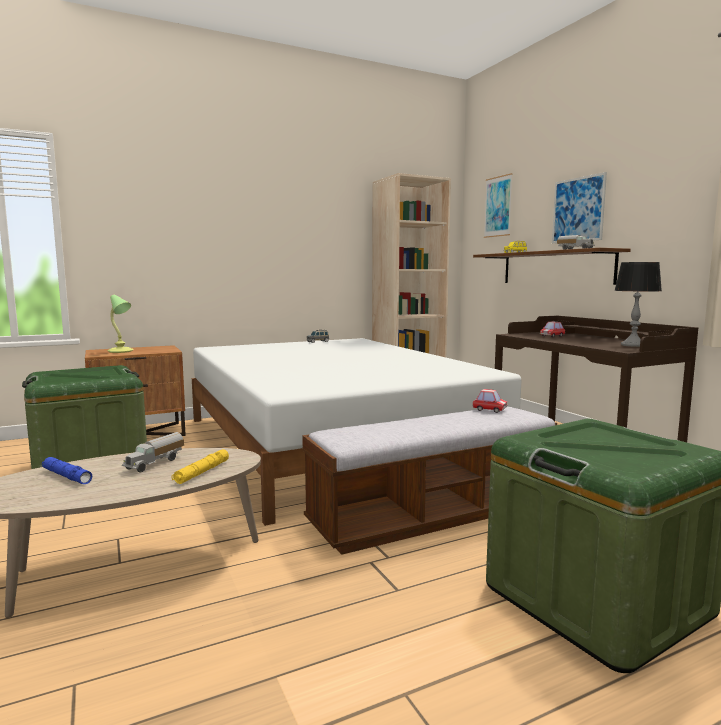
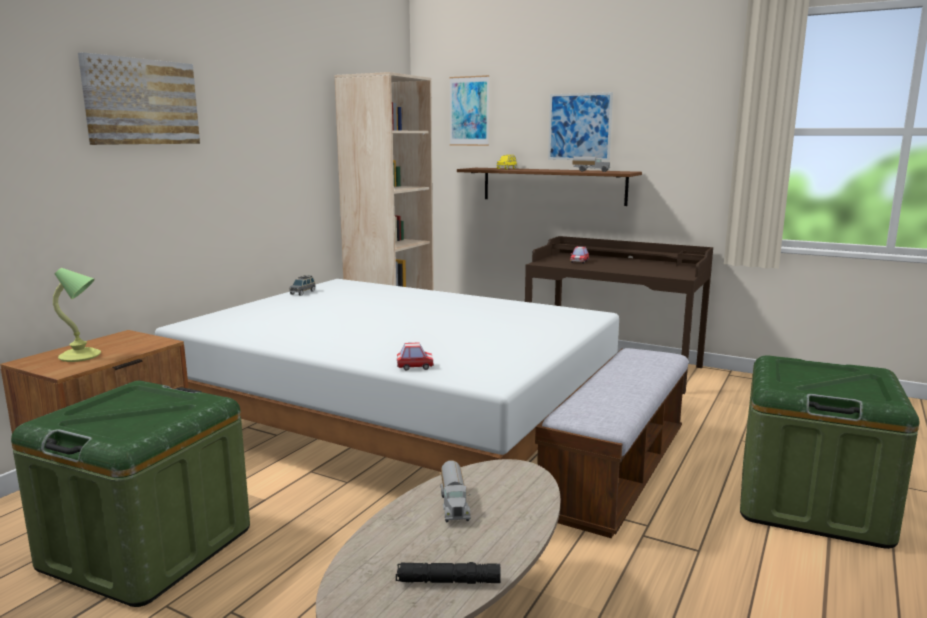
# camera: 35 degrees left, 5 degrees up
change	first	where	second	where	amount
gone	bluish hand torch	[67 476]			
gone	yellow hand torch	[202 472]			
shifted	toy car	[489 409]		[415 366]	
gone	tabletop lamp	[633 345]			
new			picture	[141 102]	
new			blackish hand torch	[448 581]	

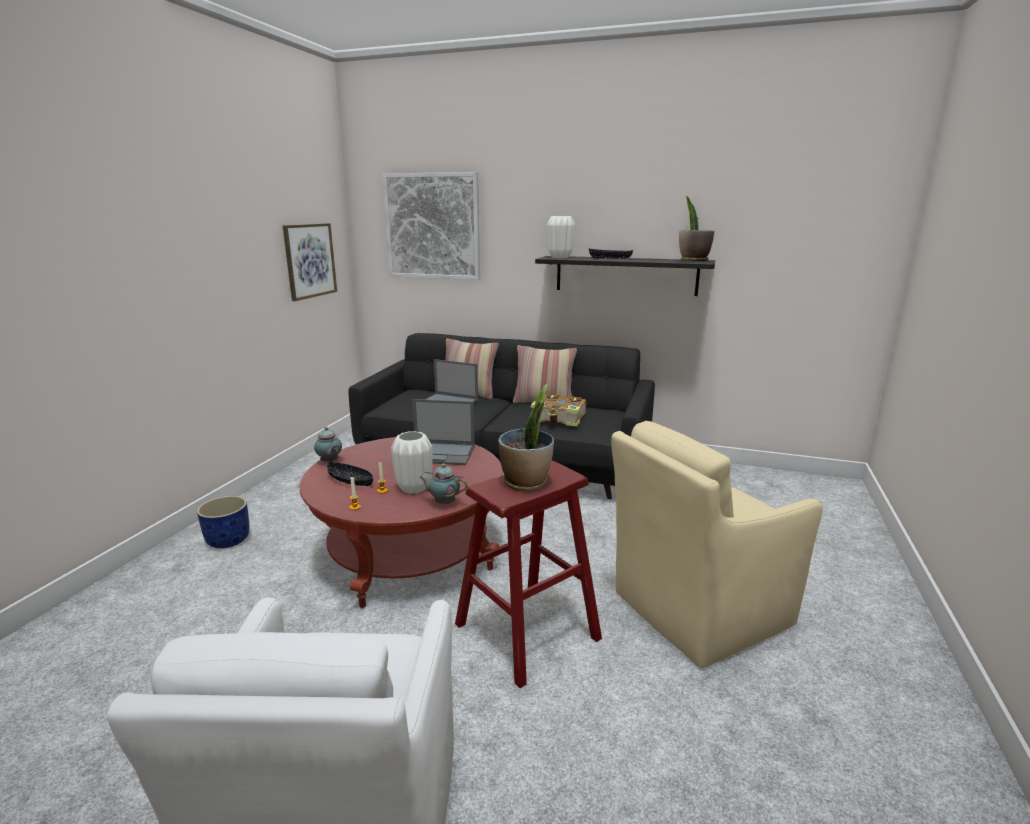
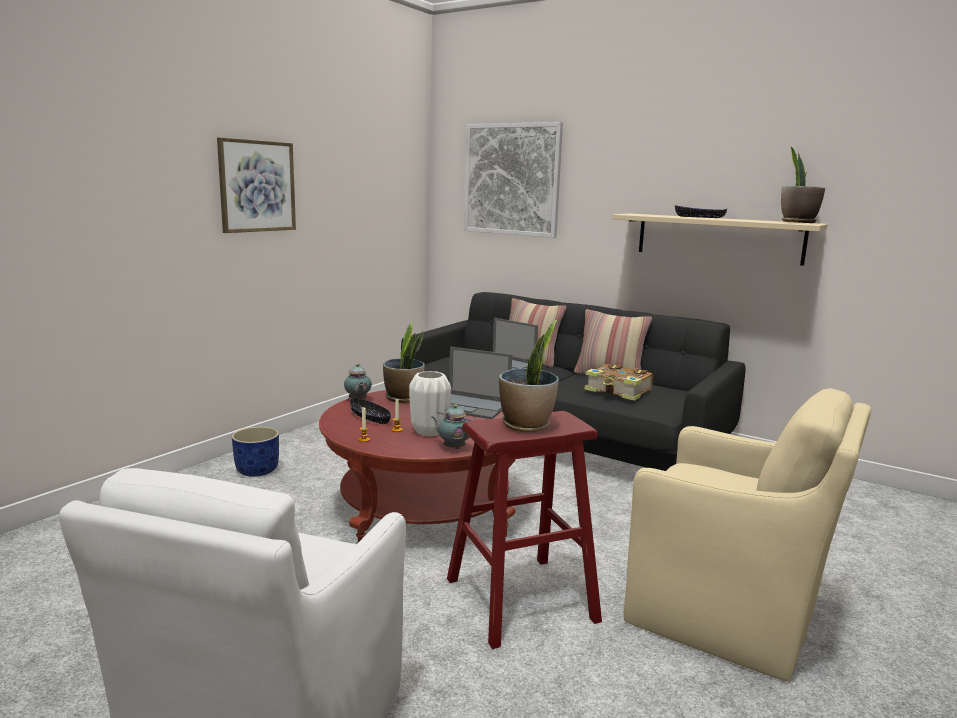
# camera: 15 degrees right, 5 degrees down
change	first	where	second	where	amount
shifted	picture	[310 260]		[257 186]	
repainted	blackish bracket shelf	[626 275]	sand-coloured bracket shelf	[718 238]	
gone	white flower vase	[559 257]			
rotated	sand-coloured armchair	[696 610]		[728 616]	135 degrees counterclockwise
new			potted plant	[403 398]	

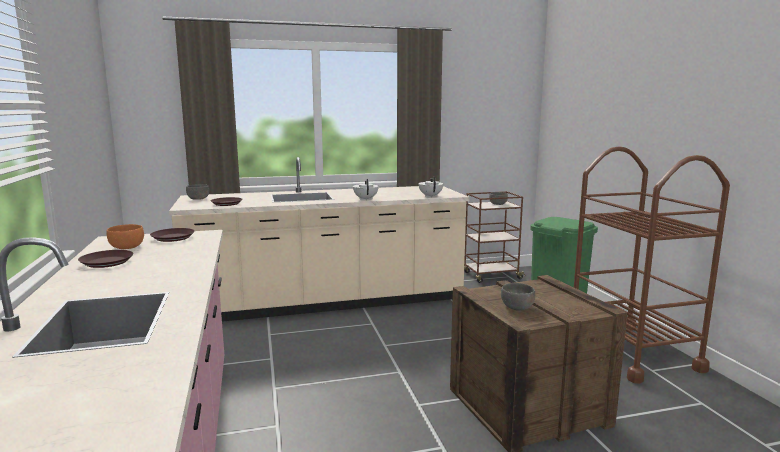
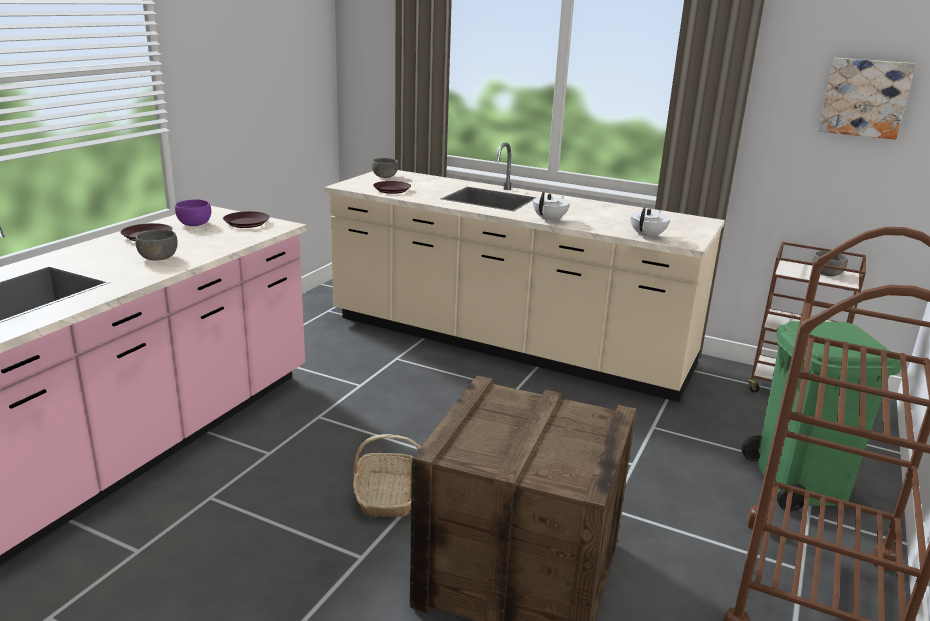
# camera: 40 degrees right, 10 degrees up
change	first	where	second	where	amount
repainted	orange deep dish	[127 247]	purplish deep dish	[195 224]	
shifted	grey deep dish	[517 307]		[158 258]	
new			storage basket	[388 495]	
new			picture	[865 98]	

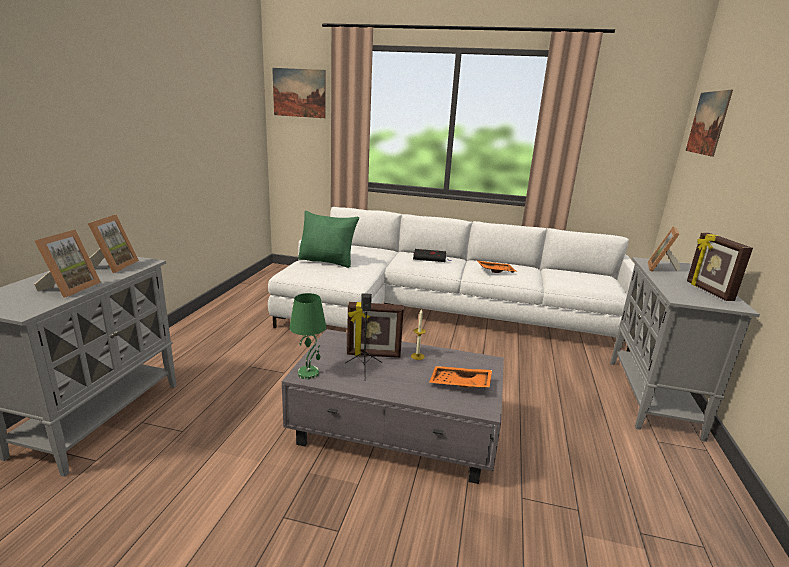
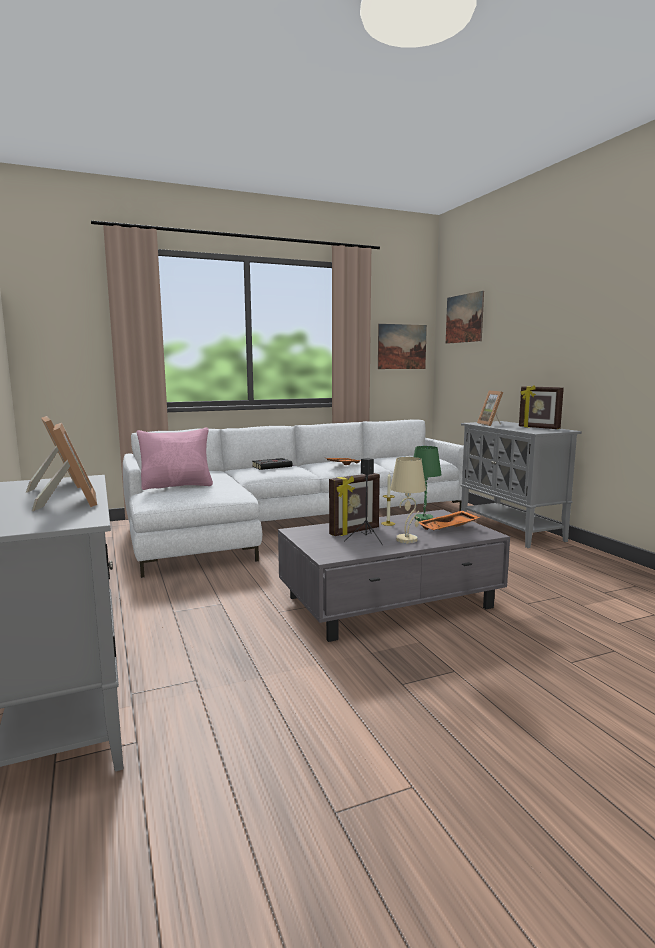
# camera: 35 degrees left, 10 degrees down
change	first	where	second	where	amount
shifted	picture	[299 93]		[402 346]	
shifted	greenish tabletop lamp	[309 373]		[423 518]	
repainted	greenish pillow	[327 261]	pink pillow	[177 486]	
new			sand-coloured tabletop lamp	[407 539]	

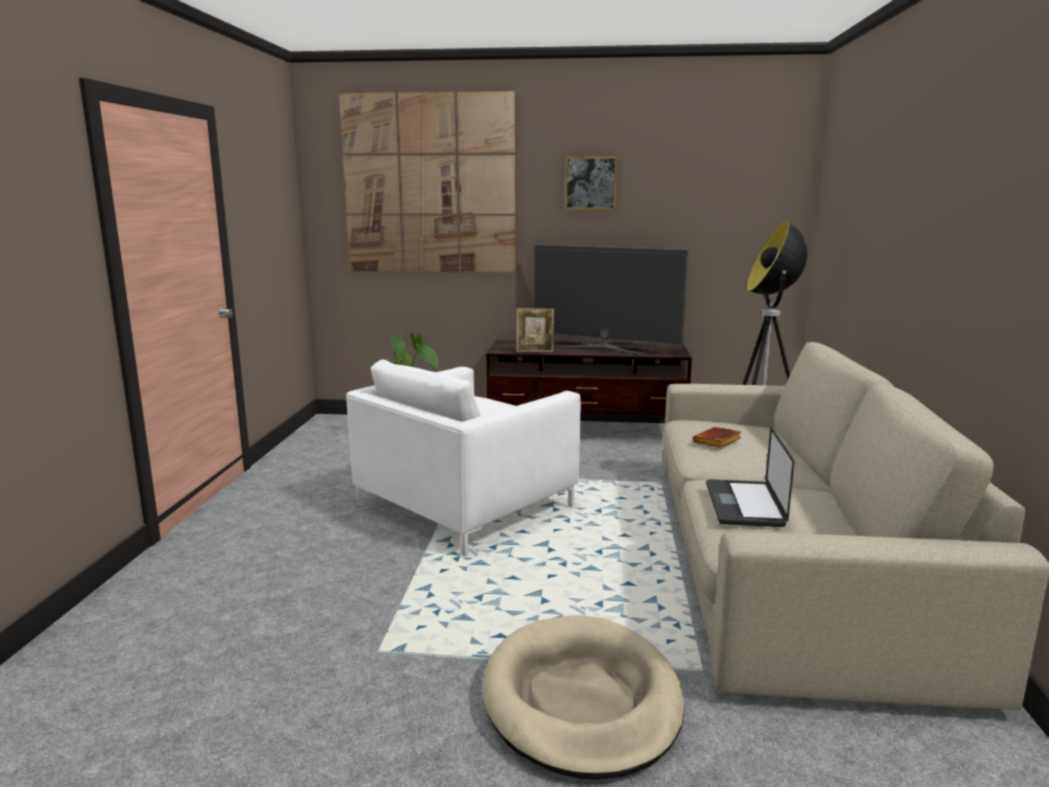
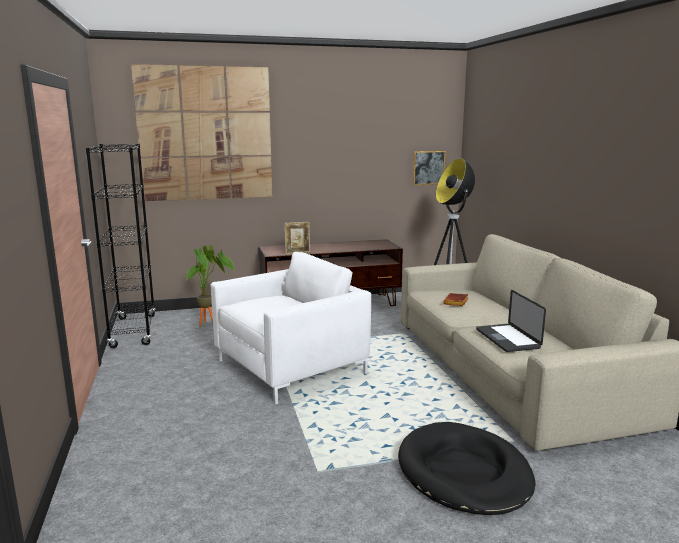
# camera: 20 degrees left, 0 degrees up
change	first	where	second	where	amount
rotated	white armchair	[464 505]		[291 367]	150 degrees counterclockwise
repainted	sand-coloured dog cushion	[581 701]	blackish dog cushion	[464 472]	
gone	TV set	[604 348]			
shifted	picture	[590 183]		[428 167]	
new			blackish shelving unit	[133 331]	

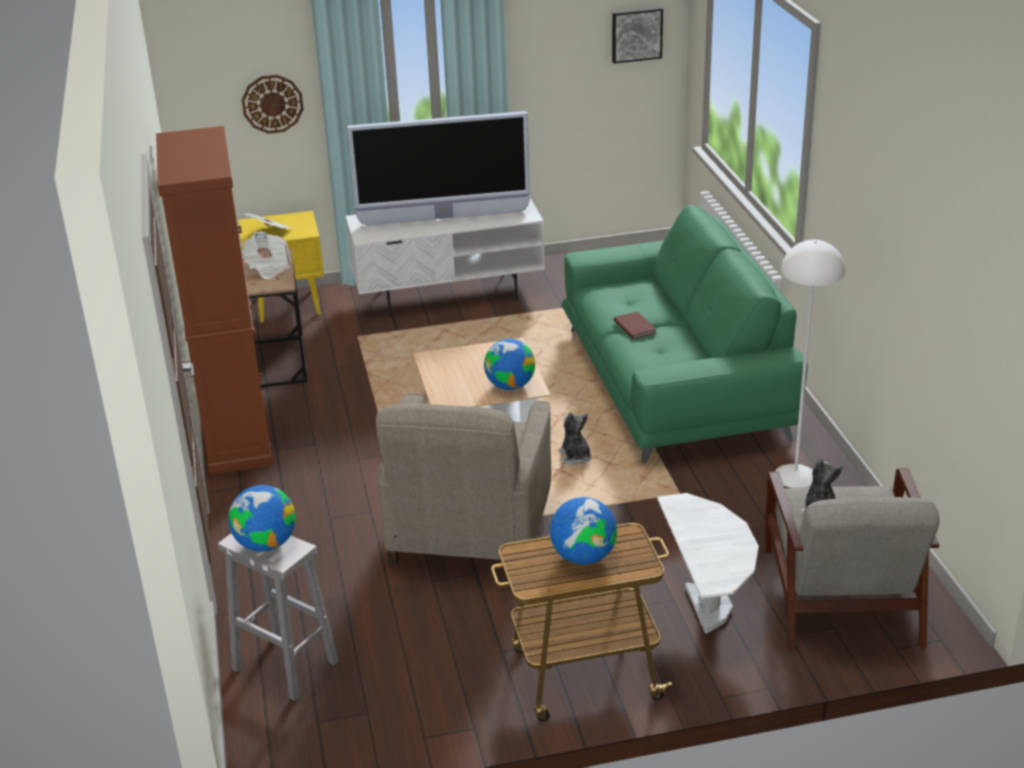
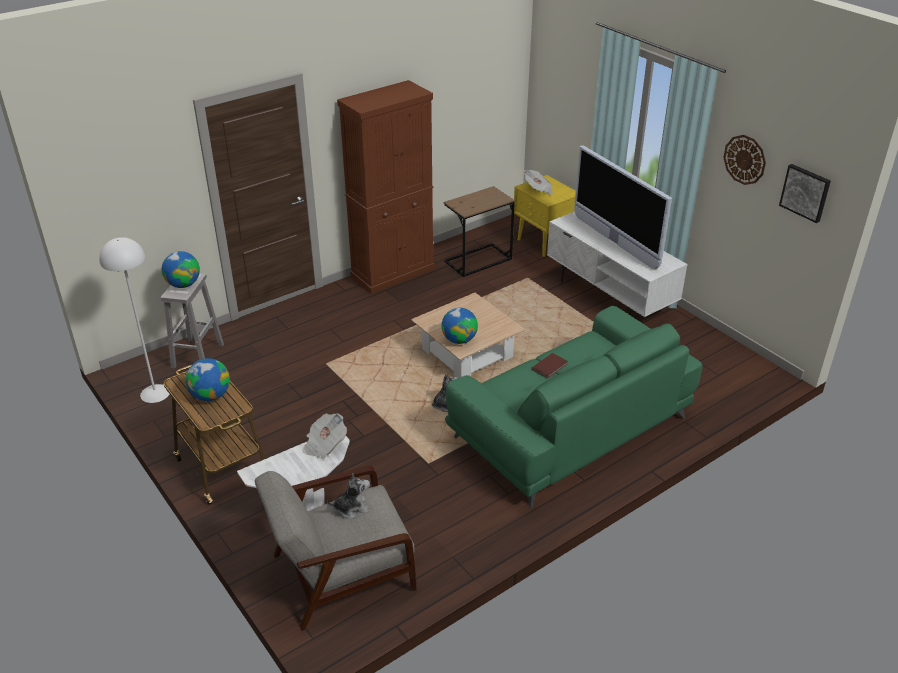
# camera: 65 degrees right, 5 degrees up
change	first	where	second	where	amount
shifted	clock on the wall	[272 103]		[745 159]	
shifted	daily paper	[268 267]		[324 445]	
gone	sand-coloured armchair	[469 532]			
shifted	white floor lamp	[795 476]		[155 393]	

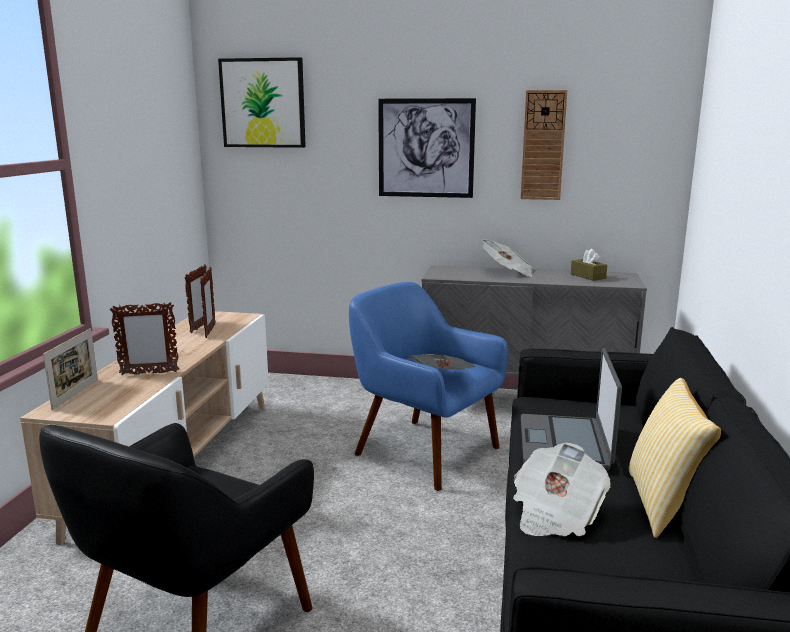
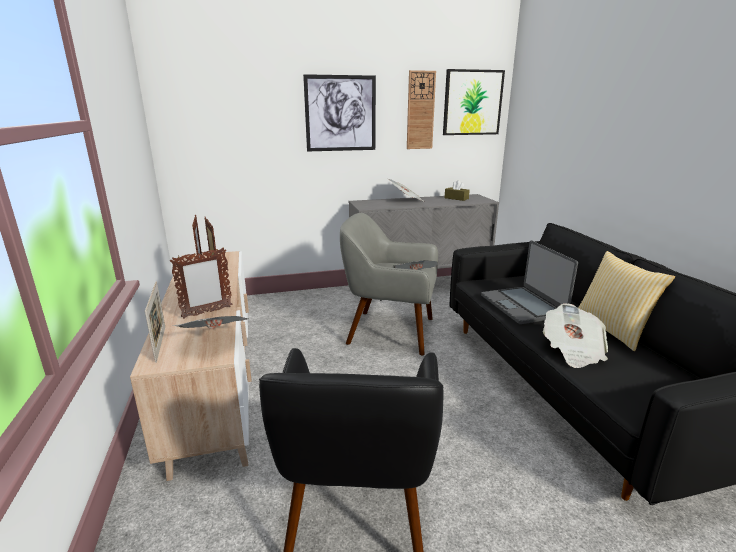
# camera: 25 degrees left, 5 degrees up
change	first	where	second	where	amount
shifted	picture	[263 103]		[472 103]	
repainted	bluish armchair	[424 451]	grey armchair	[389 331]	
new			daily paper	[215 339]	

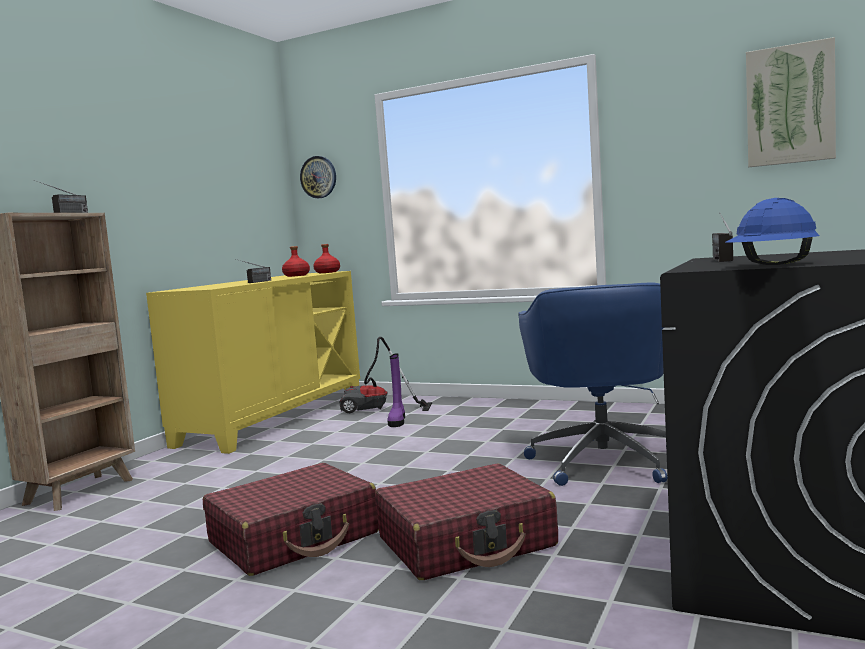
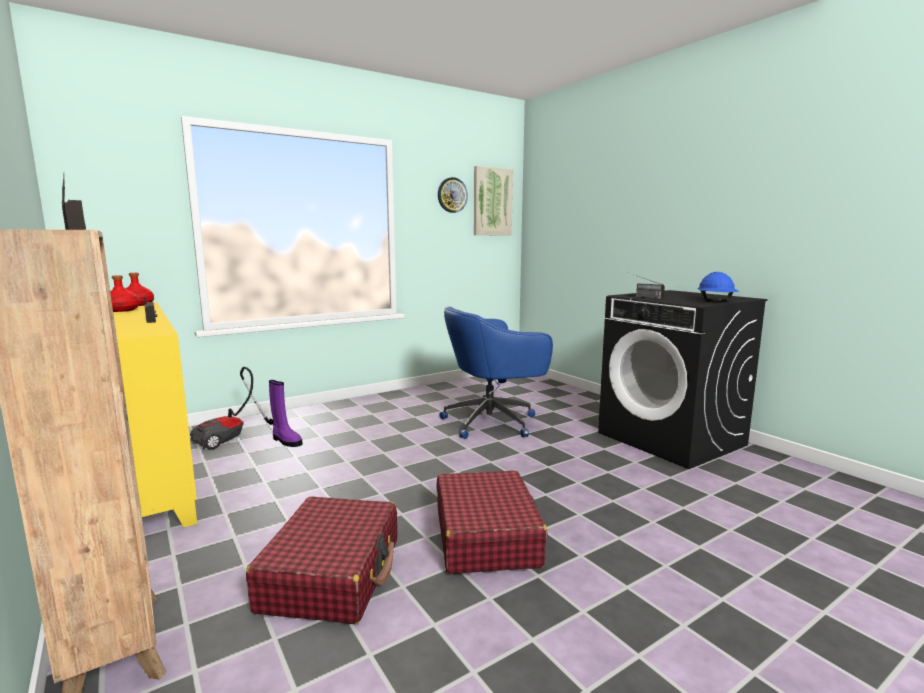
# camera: 60 degrees left, 5 degrees up
change	first	where	second	where	amount
shifted	clock on the wall	[318 177]		[452 195]	
shifted	red-coloured piece of luggage	[467 542]		[332 574]	
rotated	bluish computer chair	[602 460]		[492 422]	120 degrees clockwise

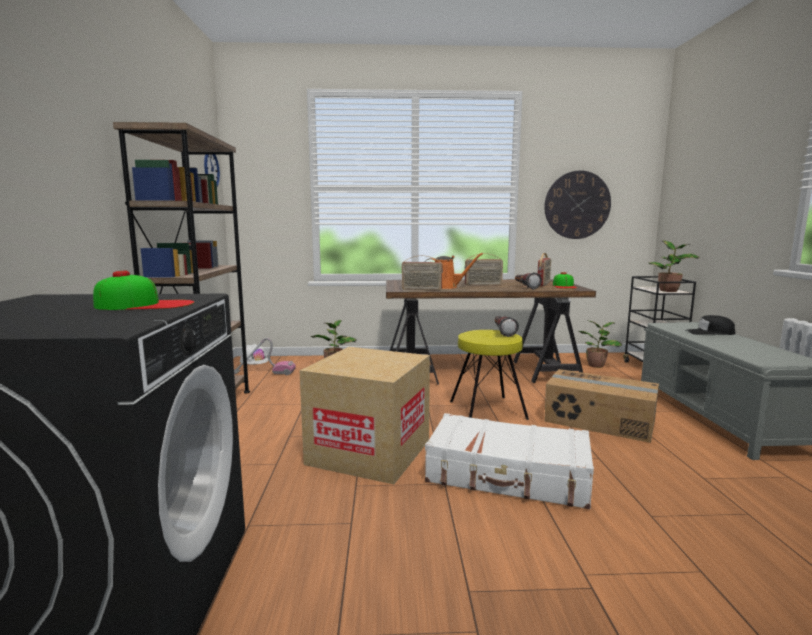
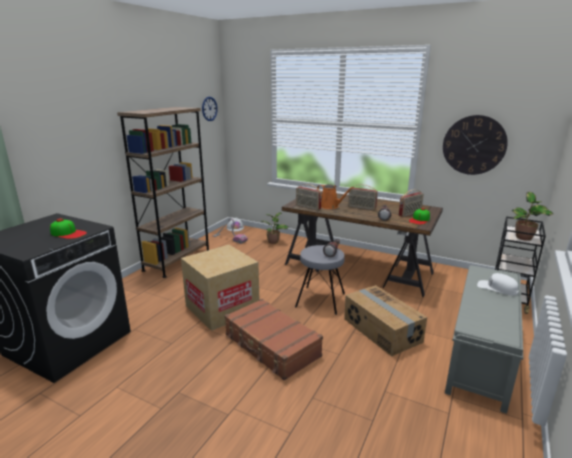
# camera: 30 degrees right, 10 degrees up
change	first	where	second	where	amount
repainted	white piece of luggage	[508 475]	brownish piece of luggage	[271 346]	
repainted	yellow stool	[487 410]	grey stool	[320 300]	
gone	potted plant	[597 365]			
repainted	blackish baseball cap	[710 333]	white baseball cap	[497 288]	

